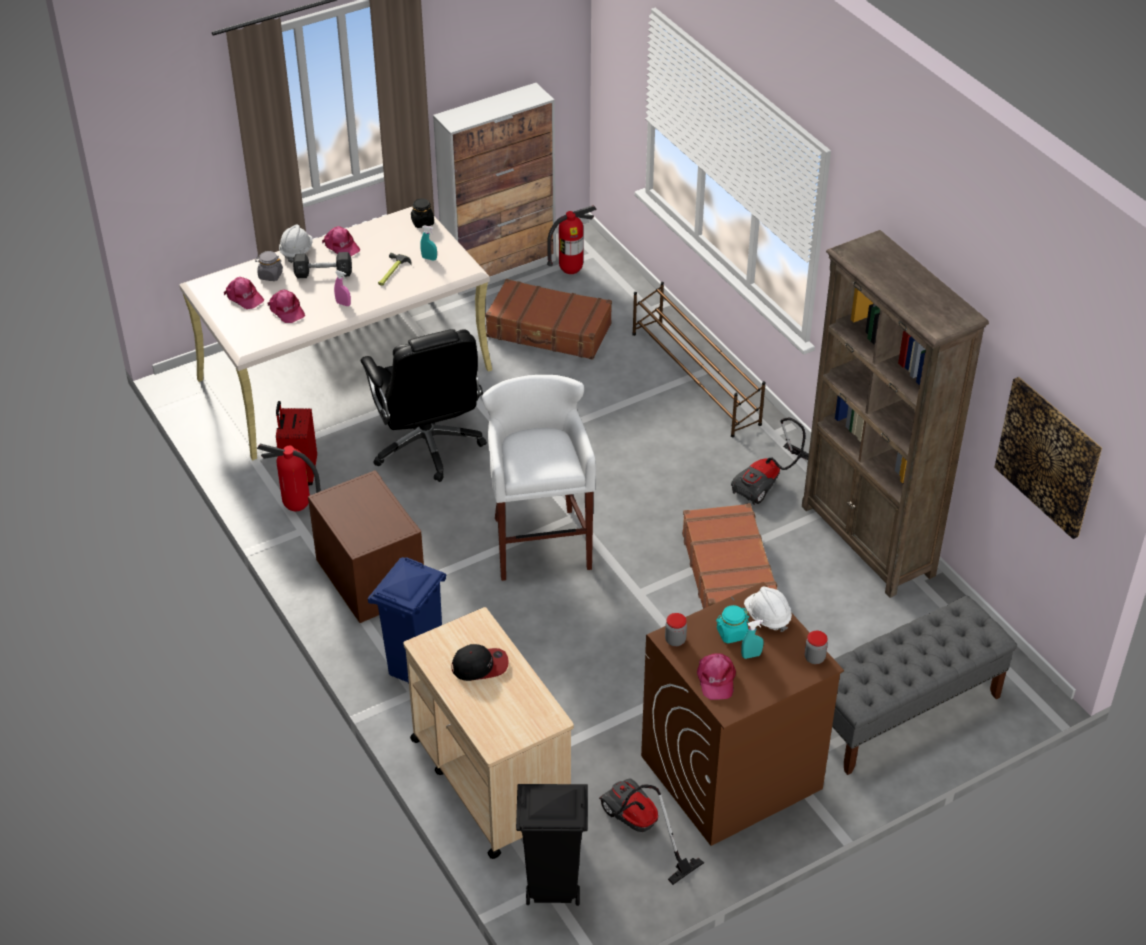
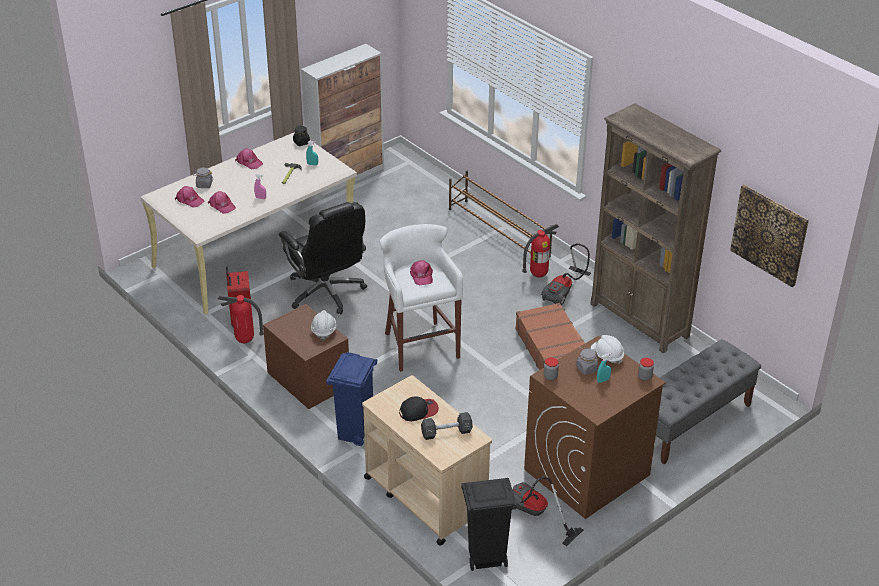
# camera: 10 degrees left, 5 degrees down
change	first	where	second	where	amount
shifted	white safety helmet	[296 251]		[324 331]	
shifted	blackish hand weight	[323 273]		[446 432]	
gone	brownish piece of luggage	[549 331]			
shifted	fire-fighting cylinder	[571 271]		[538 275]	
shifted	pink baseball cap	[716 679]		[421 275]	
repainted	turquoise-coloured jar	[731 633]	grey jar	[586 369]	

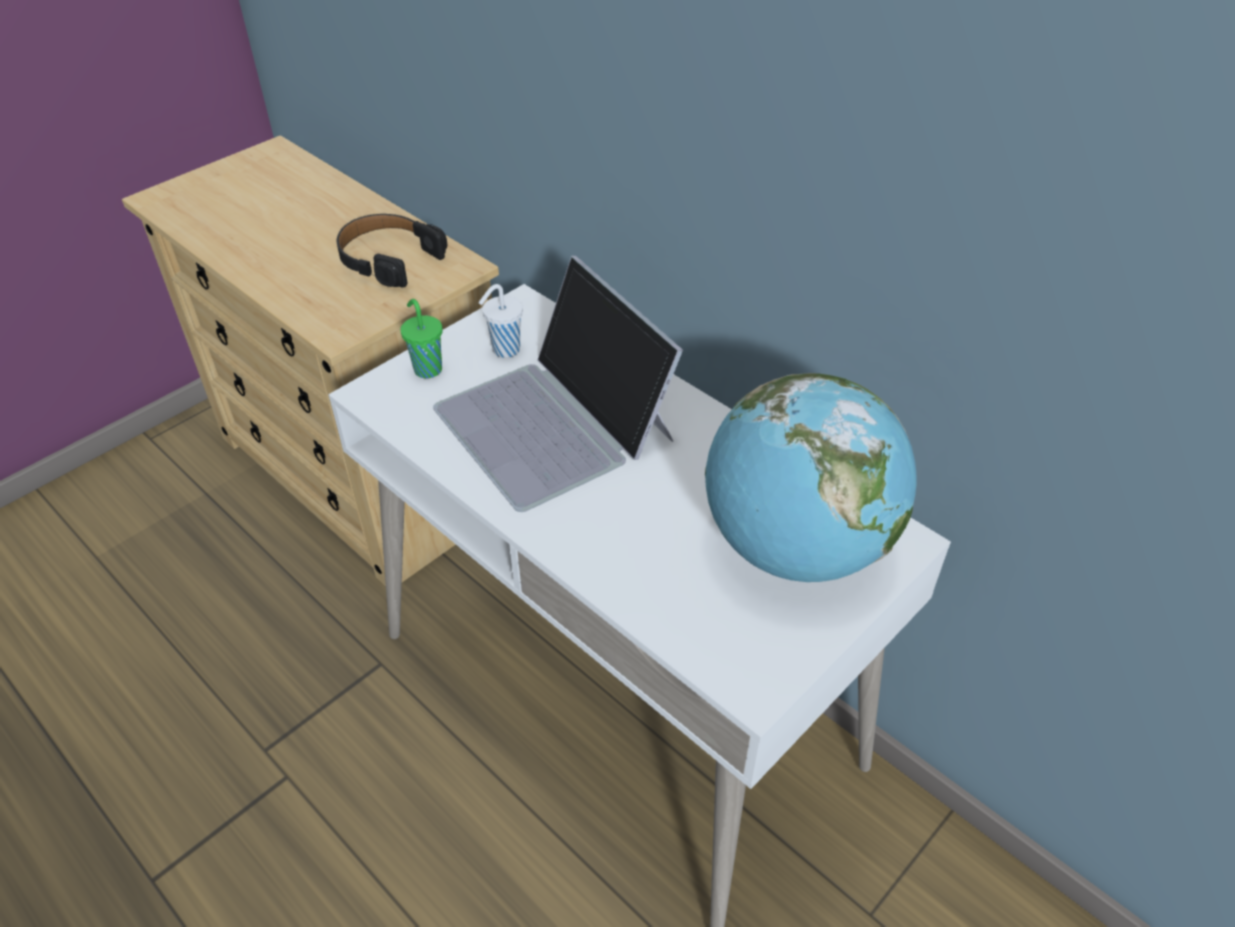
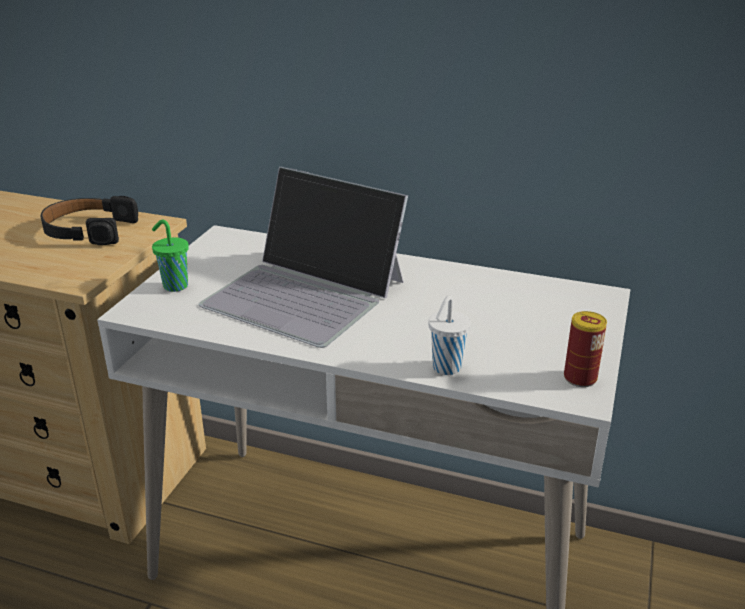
# camera: 25 degrees left, 15 degrees down
change	first	where	second	where	amount
shifted	white small cup	[504 350]		[445 368]	
gone	desk globe	[795 548]			
new			metal can	[580 378]	

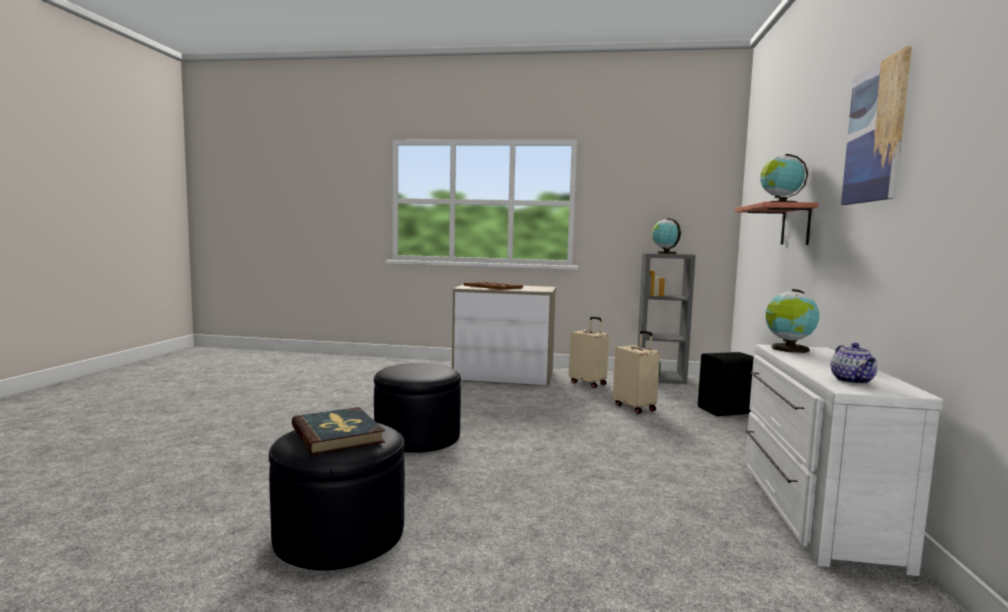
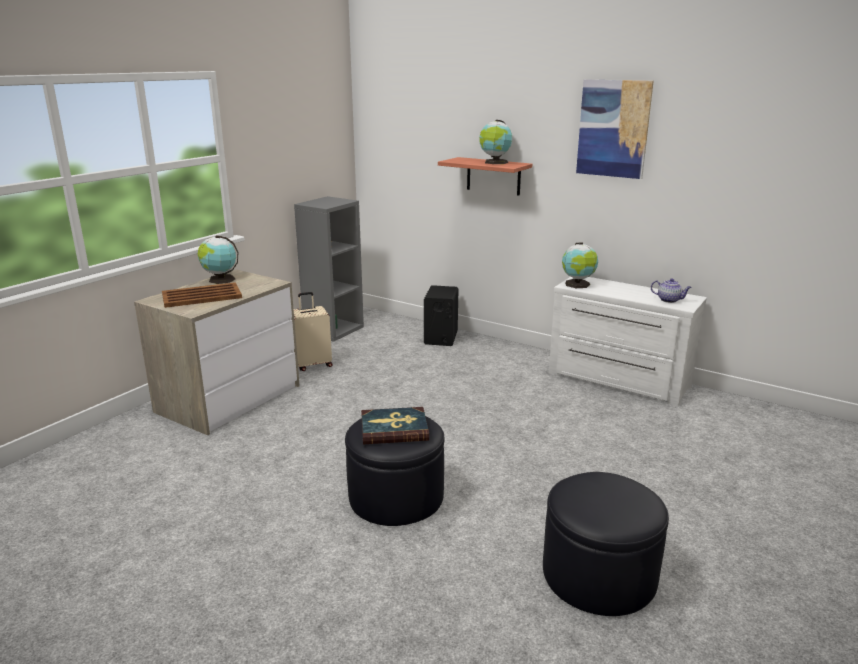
# camera: 65 degrees left, 15 degrees up
change	first	where	second	where	amount
shifted	volume	[338 434]		[394 429]	
gone	sand-coloured piece of luggage	[635 407]			
shifted	desk globe	[665 253]		[220 280]	

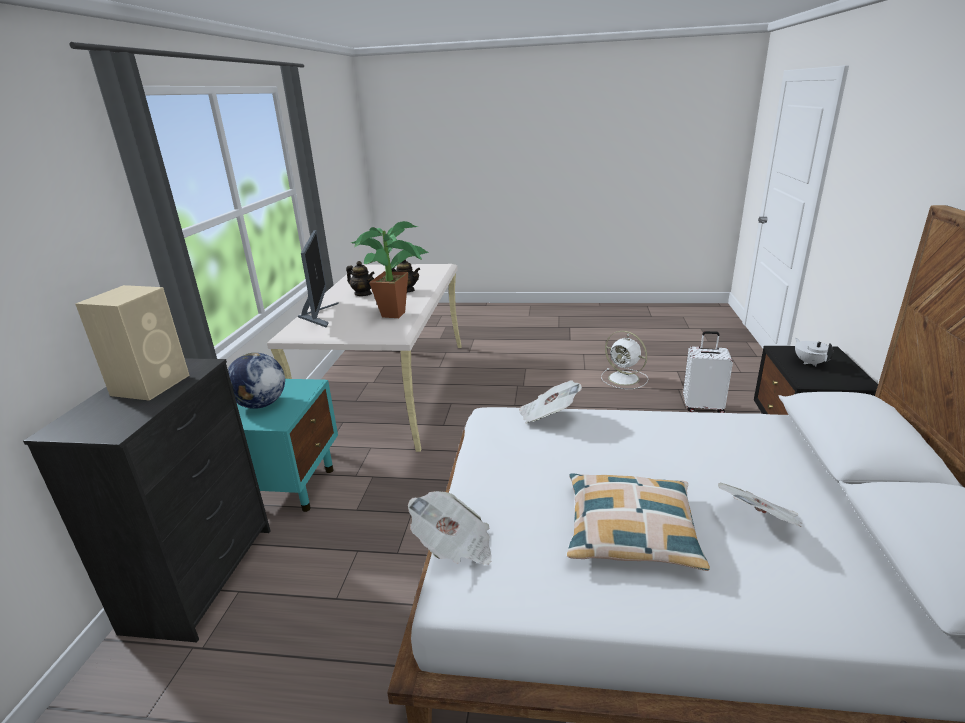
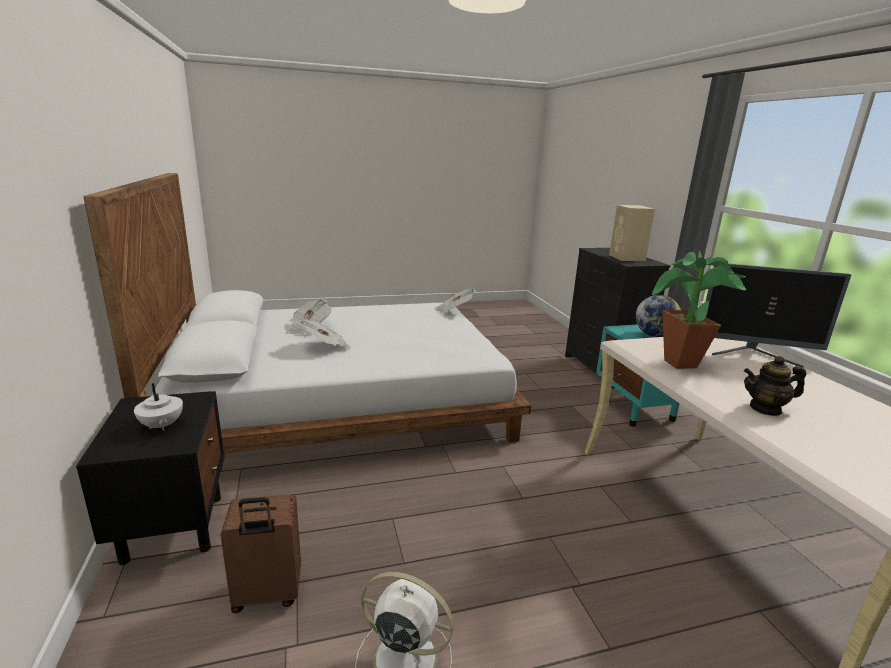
# camera: 155 degrees right, 5 degrees down
change	first	where	second	where	amount
rotated	monitor	[318 315]		[754 356]	45 degrees counterclockwise
gone	teapot	[363 294]			
shifted	daily paper	[548 416]		[326 346]	
gone	pillow	[630 530]			
repainted	white piece of luggage	[703 407]	brownish piece of luggage	[267 595]	

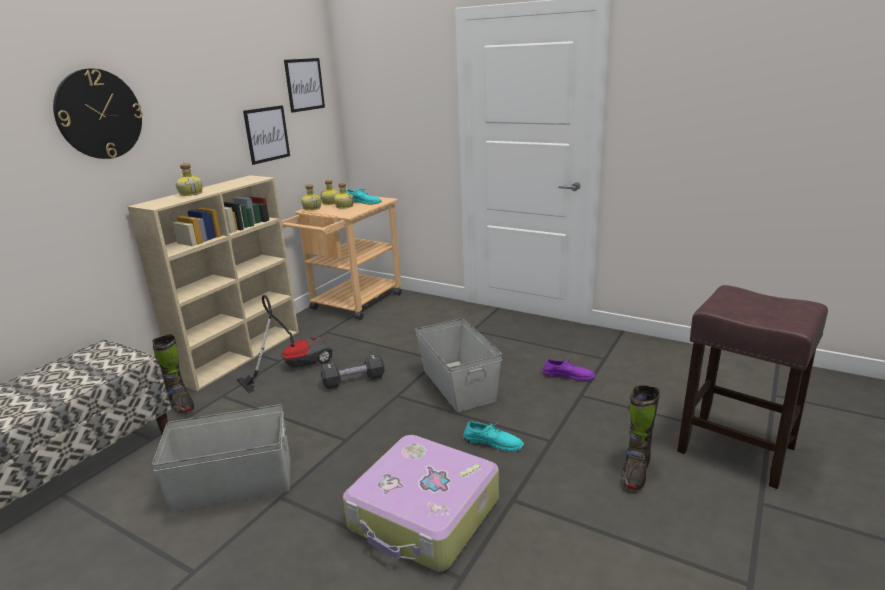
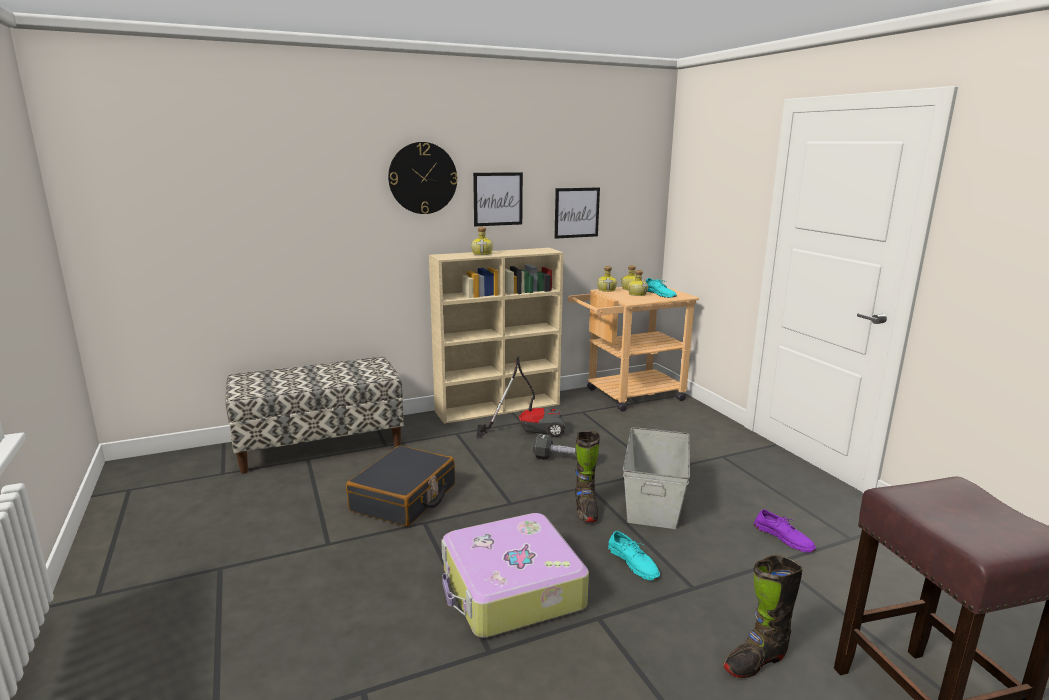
# camera: 35 degrees right, 5 degrees down
change	first	where	second	where	amount
shifted	blackish tall boot	[180 404]		[585 510]	
swapped	grey storage container	[232 483]	blackish piece of luggage	[404 498]	
shifted	picture	[304 84]		[498 199]	

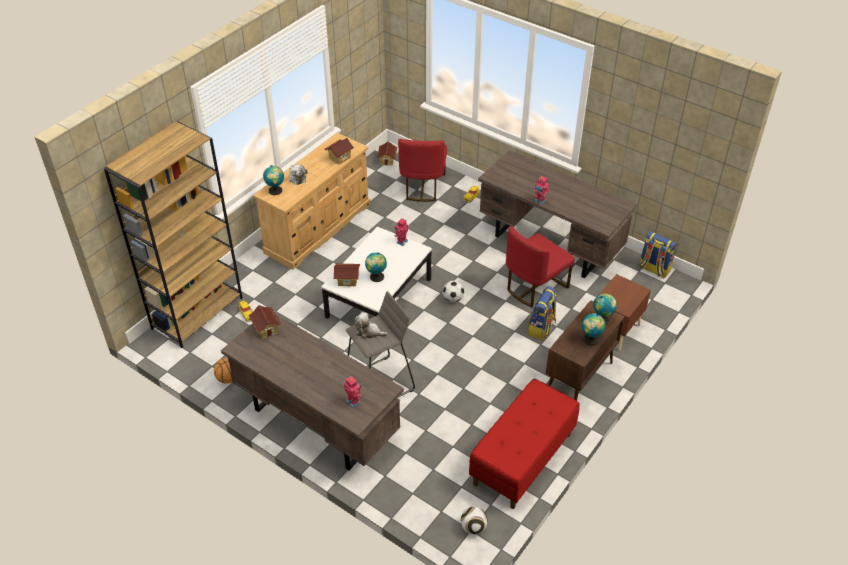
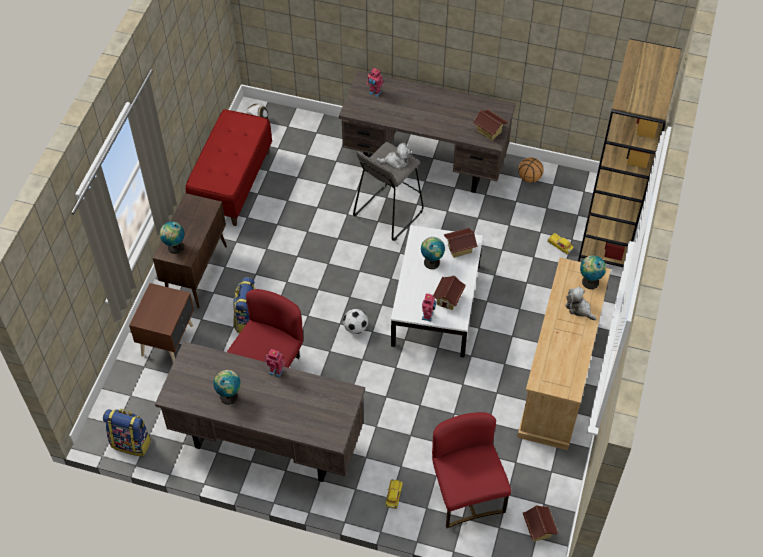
# camera: 160 degrees right, 10 degrees up
change	first	where	second	where	amount
shifted	model house	[339 158]		[448 299]	
shifted	desk globe	[590 340]		[229 395]	

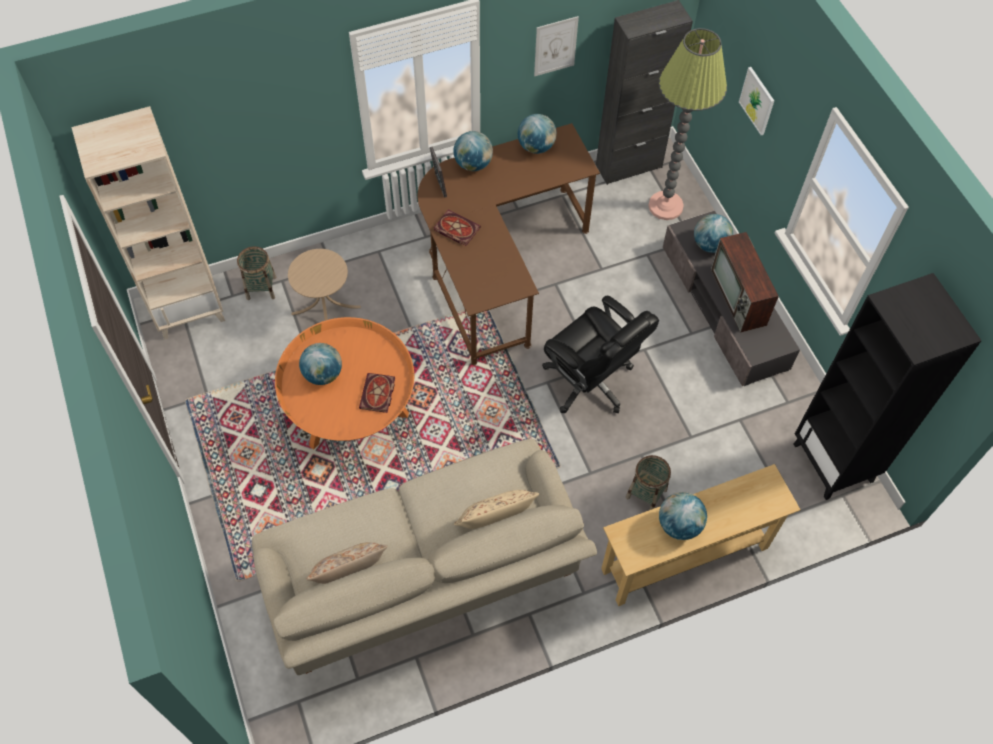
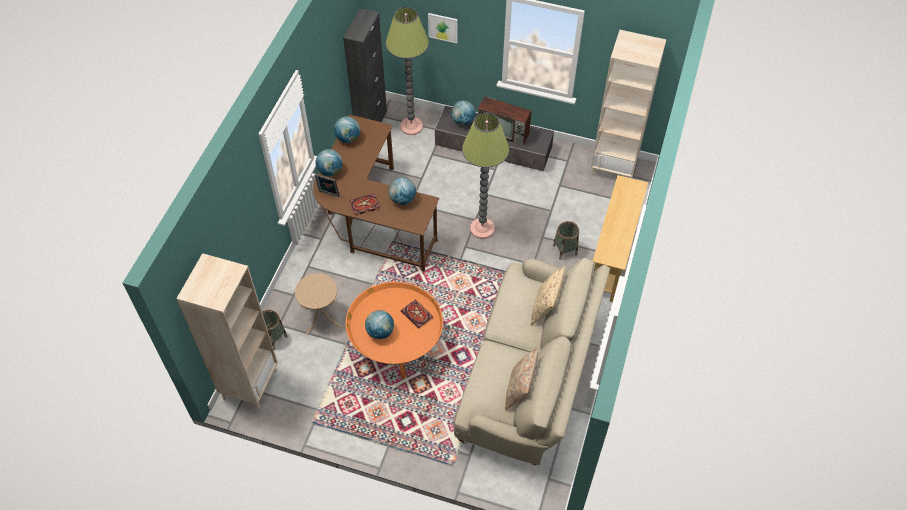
# camera: 50 degrees left, 5 degrees down
change	first	where	second	where	amount
gone	picture	[555 46]			
swapped	blackish computer chair	[590 381]	floor lamp	[482 229]	
shifted	desk globe	[679 524]		[402 199]	
repainted	blackish shelving unit	[834 463]	sand-coloured shelving unit	[614 167]	

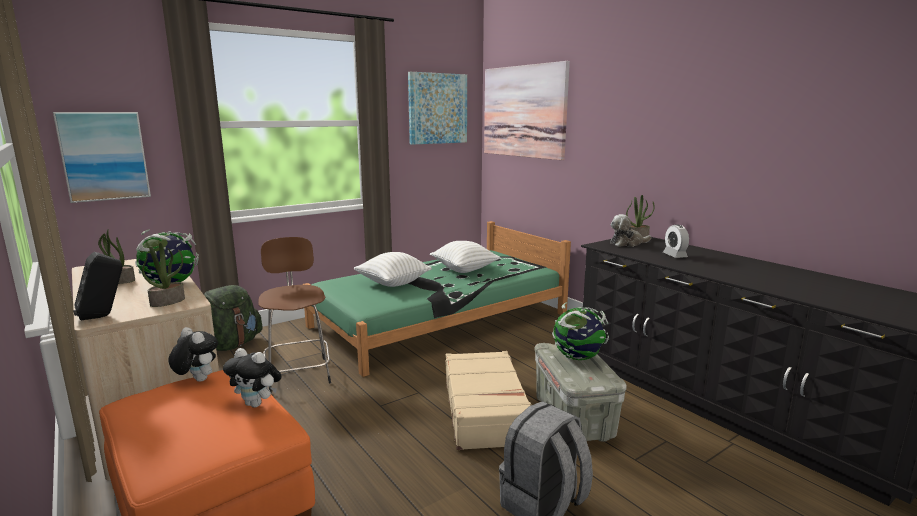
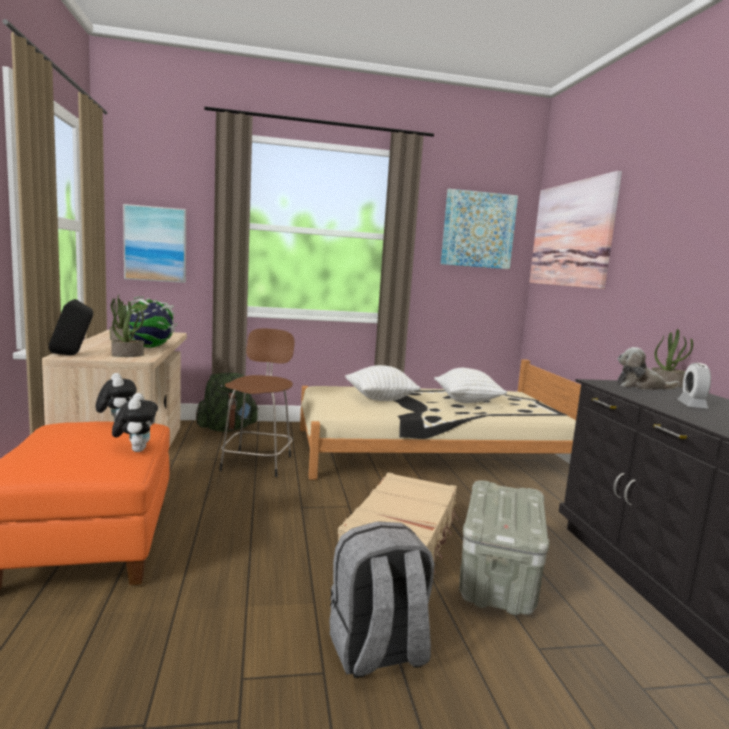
# camera: 25 degrees right, 5 degrees down
change	first	where	second	where	amount
rotated	plush toy	[257 404]		[136 450]	150 degrees counterclockwise
repainted	greenish sleeping bed	[440 320]	sand-coloured sleeping bed	[431 451]	
gone	desk globe	[578 357]			

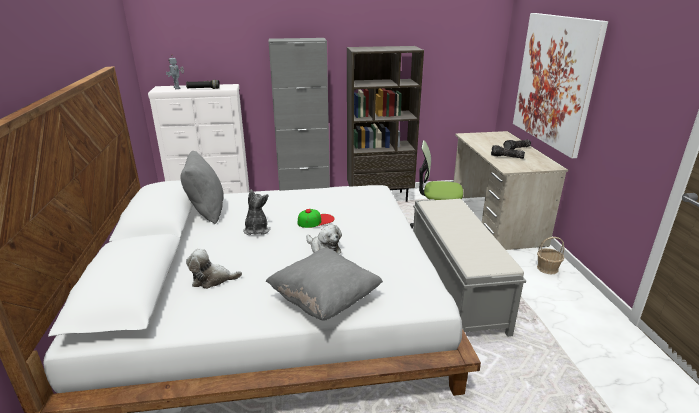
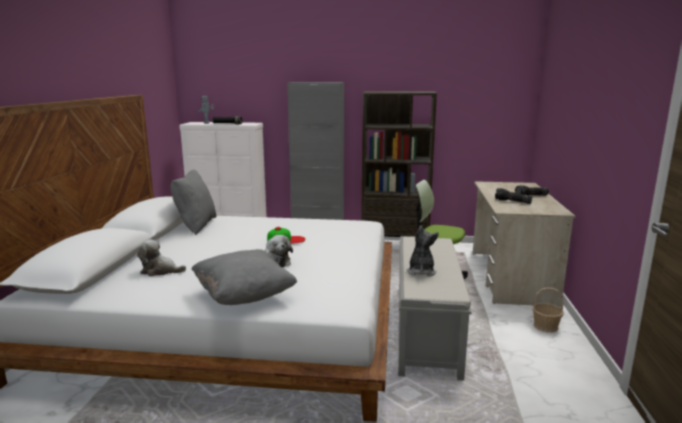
# camera: 15 degrees right, 10 degrees down
change	first	where	second	where	amount
shifted	plush toy	[256 230]		[421 271]	
gone	picture	[555 81]			

